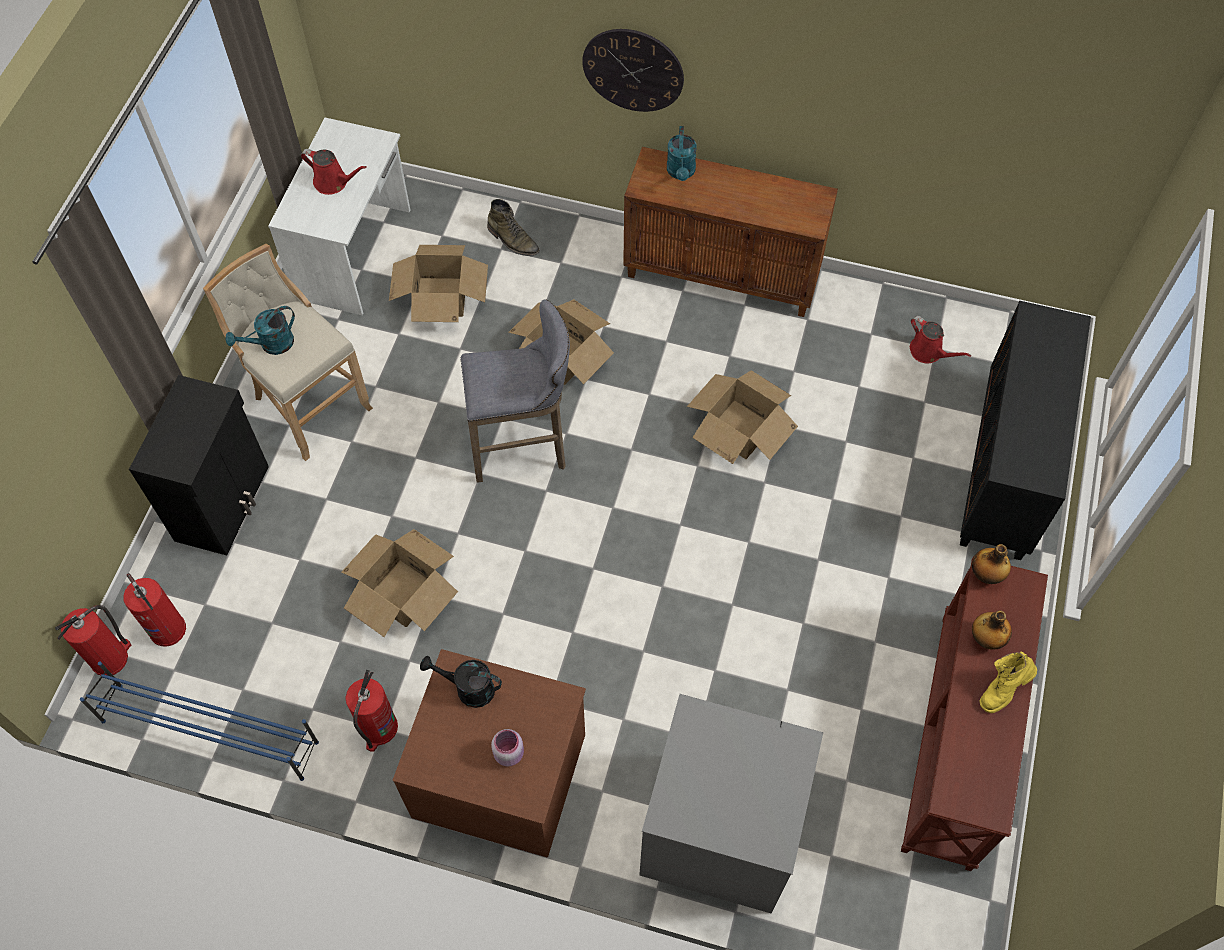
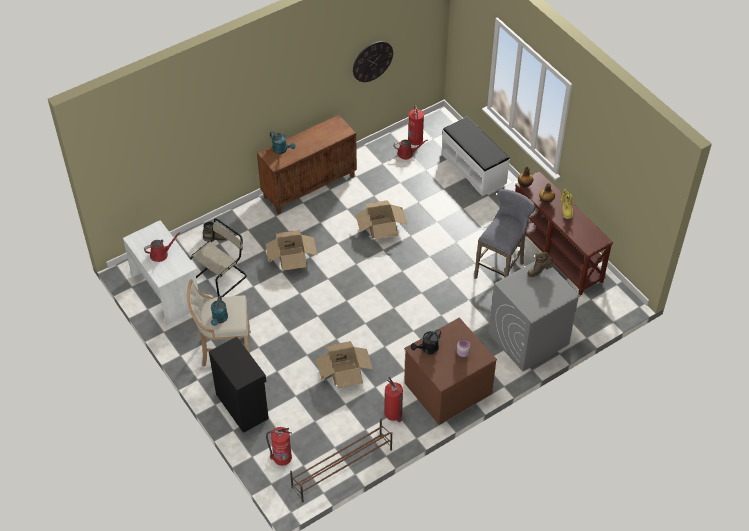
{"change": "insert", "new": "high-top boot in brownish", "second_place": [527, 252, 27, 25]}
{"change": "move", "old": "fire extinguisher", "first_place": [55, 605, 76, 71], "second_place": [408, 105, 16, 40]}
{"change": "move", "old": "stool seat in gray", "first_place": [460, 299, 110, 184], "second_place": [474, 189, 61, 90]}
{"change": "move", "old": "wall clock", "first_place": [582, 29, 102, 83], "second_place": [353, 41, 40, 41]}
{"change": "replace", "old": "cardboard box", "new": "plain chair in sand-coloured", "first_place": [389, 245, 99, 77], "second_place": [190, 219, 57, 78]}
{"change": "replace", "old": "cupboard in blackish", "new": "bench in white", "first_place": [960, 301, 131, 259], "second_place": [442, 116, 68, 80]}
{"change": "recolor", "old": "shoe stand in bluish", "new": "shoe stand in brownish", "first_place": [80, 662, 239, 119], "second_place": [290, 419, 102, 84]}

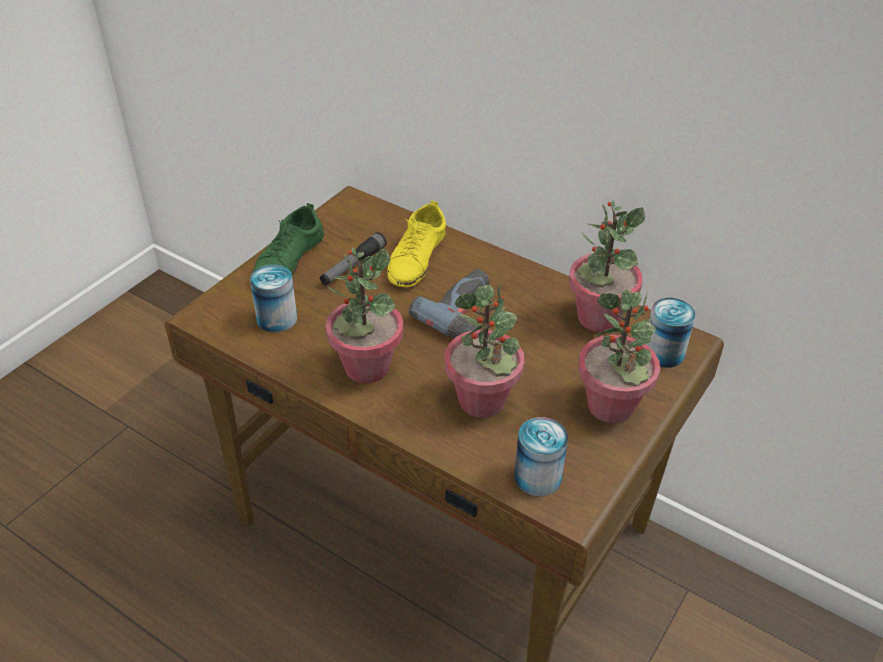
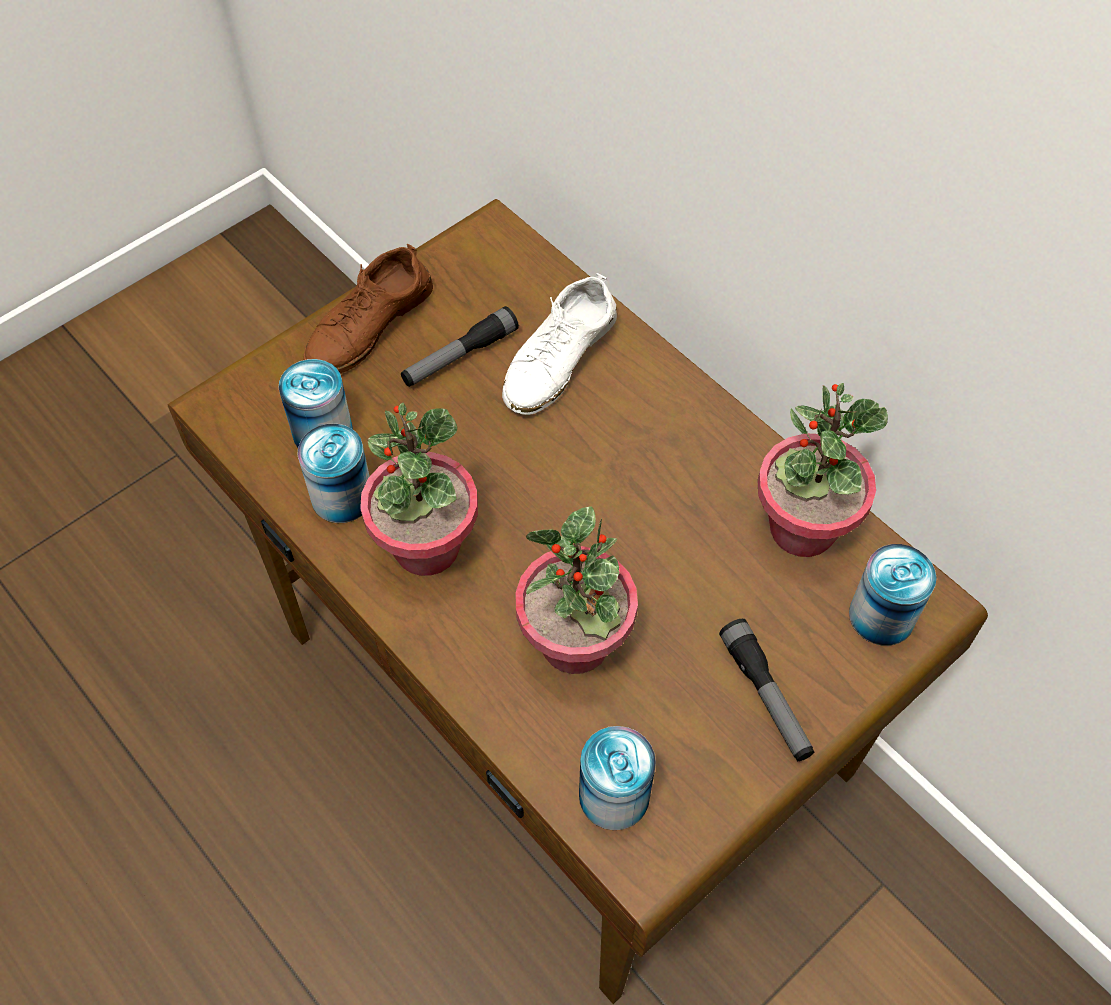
{"change": "delete", "old": "power drill", "first_place": [409, 269, 81, 69]}
{"change": "insert", "new": "sealed can", "second_place": [297, 424, 73, 99]}
{"change": "replace", "old": "plant in a pot", "new": "hand torch", "first_place": [578, 290, 82, 133], "second_place": [719, 619, 96, 142]}
{"change": "recolor", "old": "low shoe in greenish", "new": "low shoe in brownish", "first_place": [253, 203, 71, 73], "second_place": [303, 243, 130, 131]}
{"change": "recolor", "old": "low shoe in yellow-coloured", "new": "low shoe in white", "first_place": [387, 201, 59, 86], "second_place": [502, 273, 115, 142]}

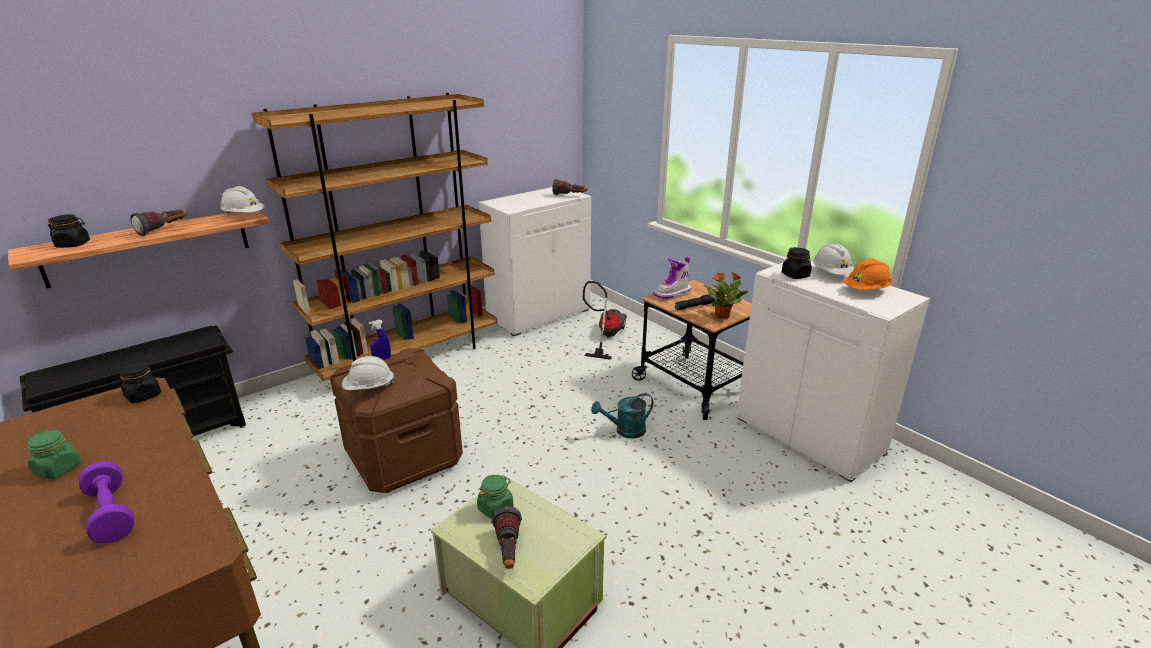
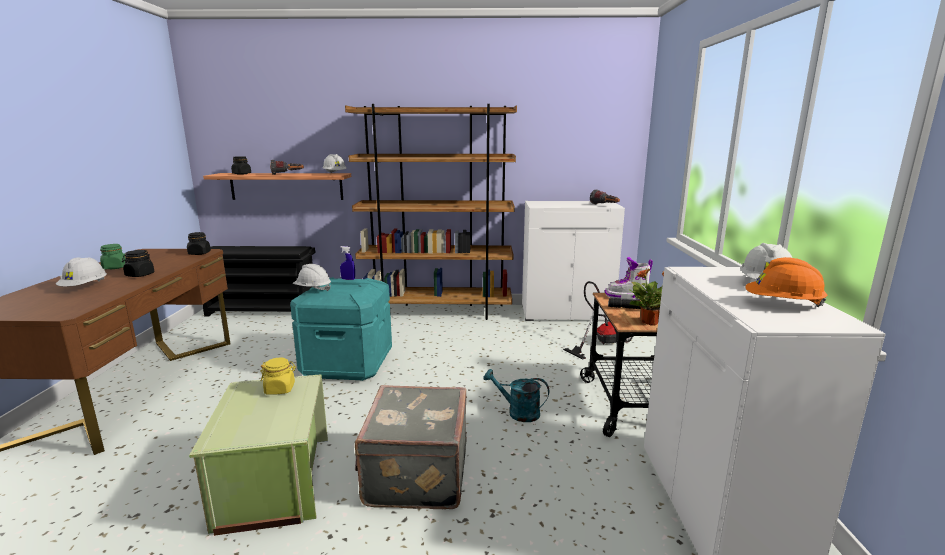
{"change": "delete", "old": "hand torch", "first_place": [491, 506, 31, 63]}
{"change": "insert", "new": "travel case in gray", "second_place": [355, 385, 112, 124]}
{"change": "move", "old": "jar in blackish", "first_place": [782, 247, 30, 32], "second_place": [122, 250, 32, 27]}
{"change": "replace", "old": "free weight in purple-coloured", "new": "safety helmet in white", "first_place": [78, 461, 56, 82], "second_place": [56, 258, 51, 29]}
{"change": "recolor", "old": "storage container in brownish", "new": "storage container in turquoise", "first_place": [330, 348, 133, 145], "second_place": [290, 277, 102, 104]}
{"change": "recolor", "old": "jar in greenish", "new": "jar in yellow-coloured", "first_place": [477, 475, 36, 44], "second_place": [260, 358, 36, 37]}

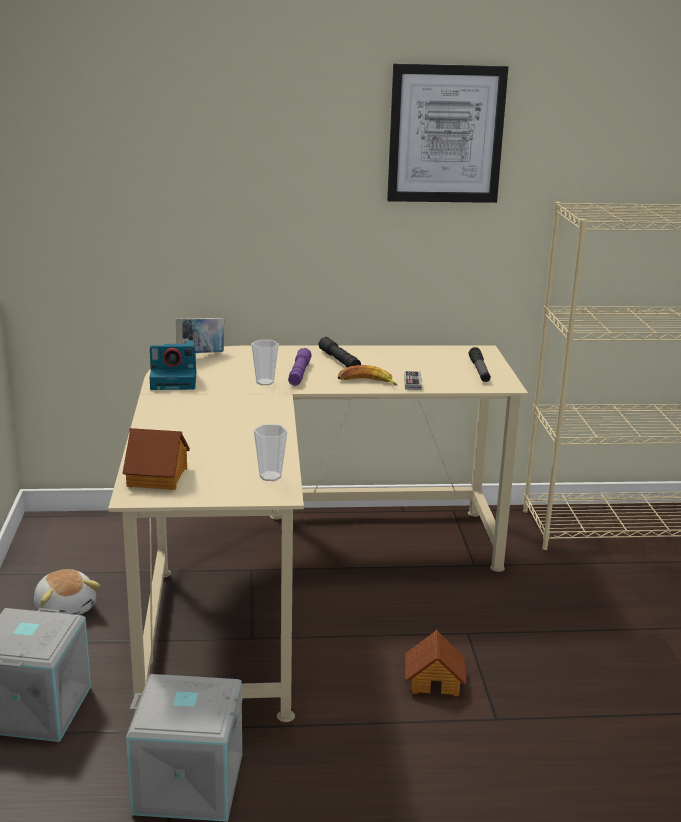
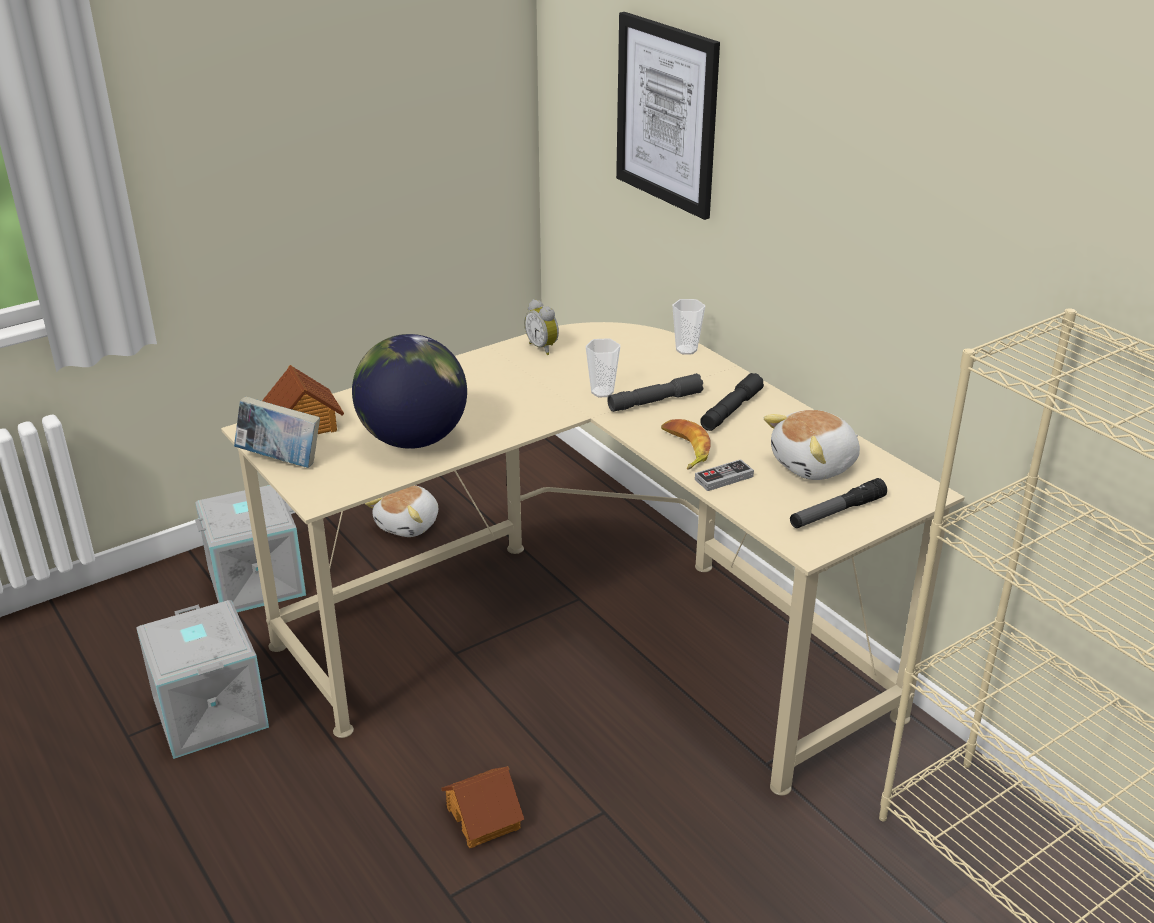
{"change": "insert", "new": "world globe", "second_place": [352, 334, 115, 115]}
{"change": "insert", "new": "cuddly toy", "second_place": [764, 410, 96, 70]}
{"change": "move", "old": "volume", "first_place": [176, 318, 48, 35], "second_place": [234, 396, 86, 72]}
{"change": "move", "old": "cup", "first_place": [254, 424, 34, 57], "second_place": [672, 299, 33, 56]}
{"change": "move", "old": "wall picture", "first_place": [387, 64, 121, 139], "second_place": [616, 12, 104, 208]}
{"change": "replace", "old": "still camera", "new": "alarm clock", "first_place": [149, 340, 47, 50], "second_place": [524, 299, 35, 56]}
{"change": "recolor", "old": "hand torch in purple-coloured", "new": "hand torch in gray", "first_place": [288, 348, 24, 38], "second_place": [608, 373, 95, 39]}

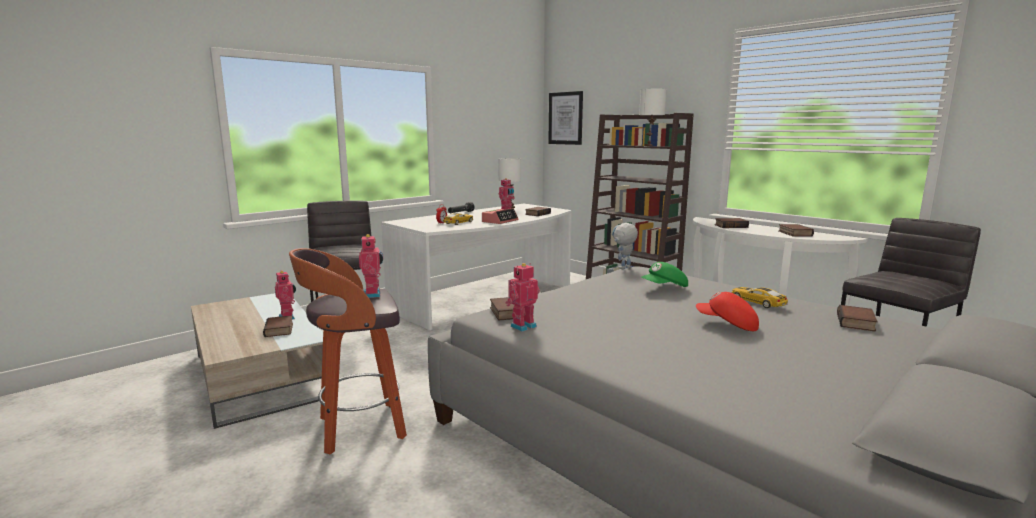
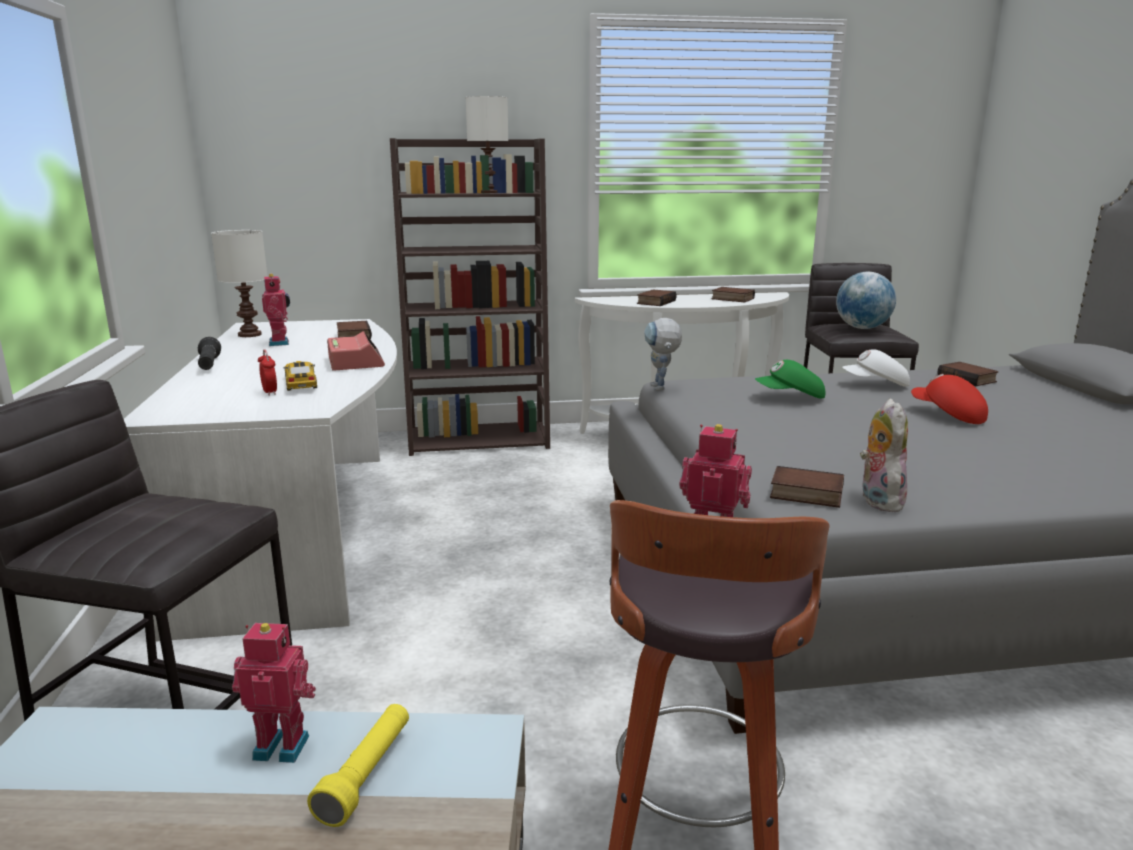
{"change": "delete", "old": "wall picture", "first_place": [548, 91, 35, 54]}
{"change": "insert", "new": "world globe", "second_place": [836, 272, 60, 57]}
{"change": "replace", "old": "volume", "new": "hand torch in yellow-coloured", "first_place": [263, 316, 30, 21], "second_place": [307, 704, 102, 123]}
{"change": "replace", "old": "model robot", "new": "cuddly toy", "first_place": [505, 263, 35, 69], "second_place": [860, 399, 48, 113]}
{"change": "replace", "old": "miniature car", "new": "peaked cap in white", "first_place": [732, 287, 56, 21], "second_place": [843, 349, 67, 38]}
{"change": "rotate", "old": "peaked cap in greenish", "first_place": [642, 262, 46, 25], "second_place": [755, 360, 70, 39], "degrees": 75}
{"change": "rotate", "old": "peaked cap in red-coloured", "first_place": [696, 292, 63, 39], "second_place": [911, 374, 77, 50], "degrees": 75}

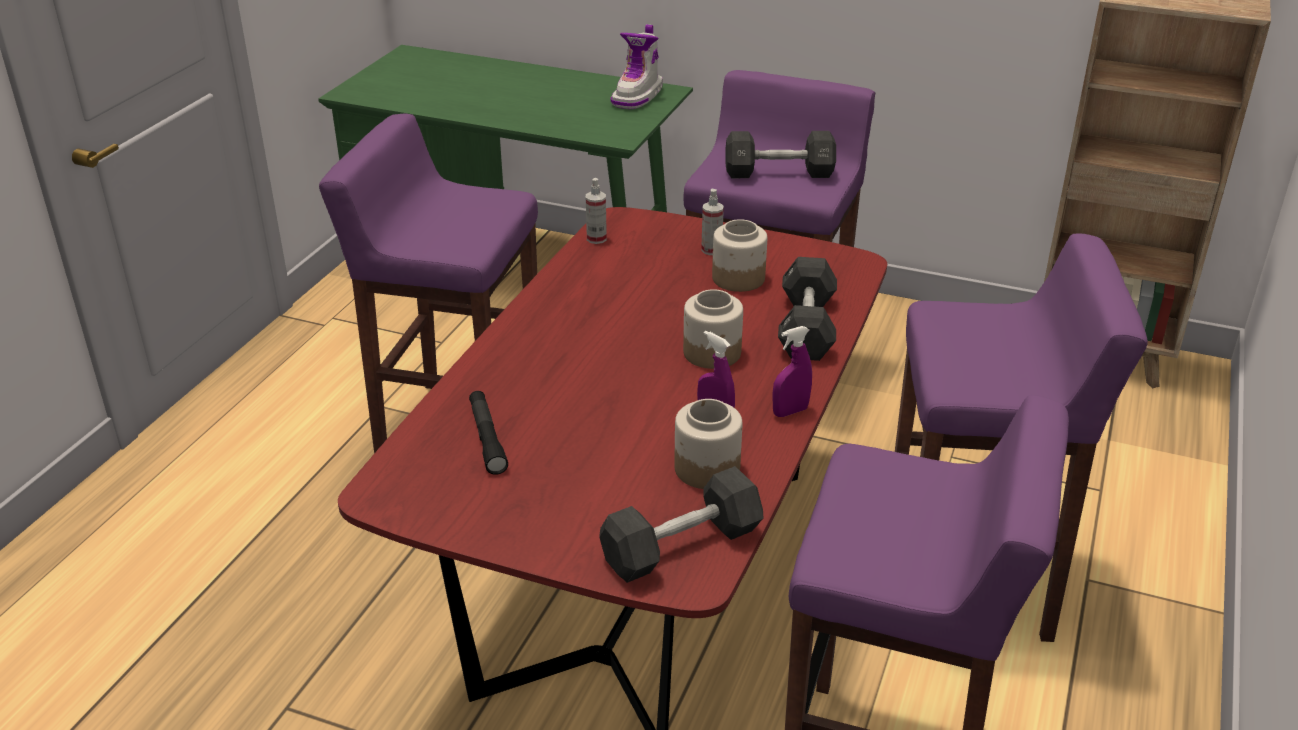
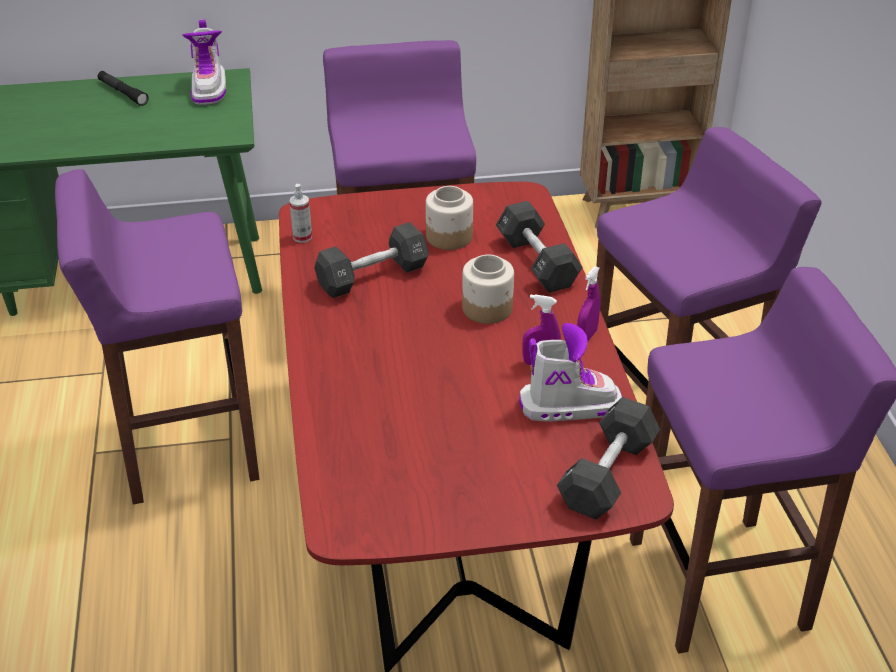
{"change": "delete", "old": "sprayer", "first_place": [701, 189, 23, 66]}
{"change": "move", "old": "hand torch in blackish", "first_place": [469, 391, 39, 84], "second_place": [98, 71, 51, 35]}
{"change": "move", "old": "free weight in blackish", "first_place": [726, 131, 110, 47], "second_place": [314, 222, 115, 76]}
{"change": "replace", "old": "jar", "new": "high-top boot", "first_place": [674, 399, 68, 90], "second_place": [519, 323, 103, 99]}

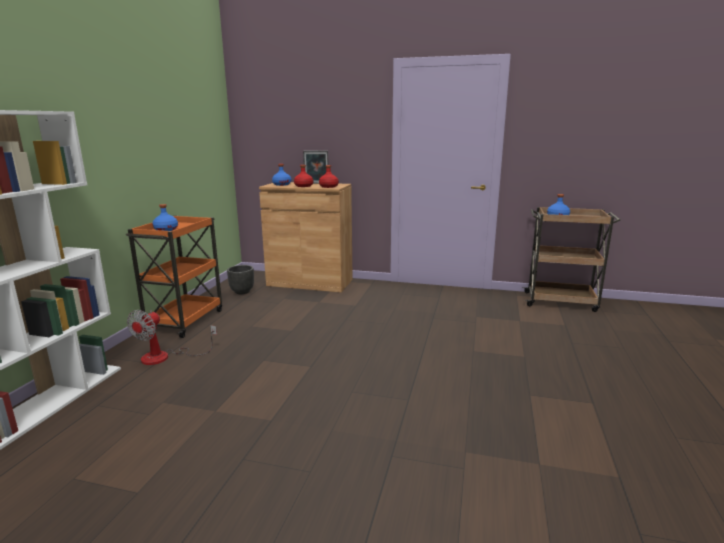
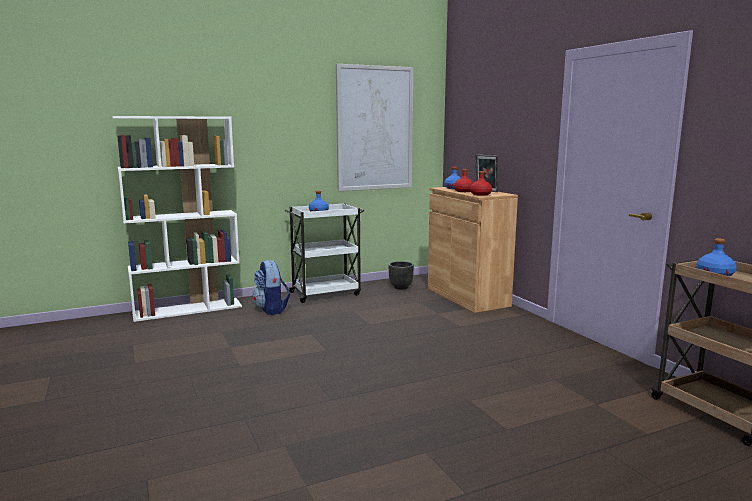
{"change": "insert", "new": "wall picture", "second_place": [336, 64, 78, 127]}
{"change": "replace", "old": "cooling fan", "new": "knapsack", "first_place": [127, 310, 90, 55], "second_place": [253, 260, 37, 55]}
{"change": "recolor", "old": "cart in orange-coloured", "new": "cart in white", "first_place": [126, 215, 96, 123], "second_place": [285, 203, 80, 100]}

